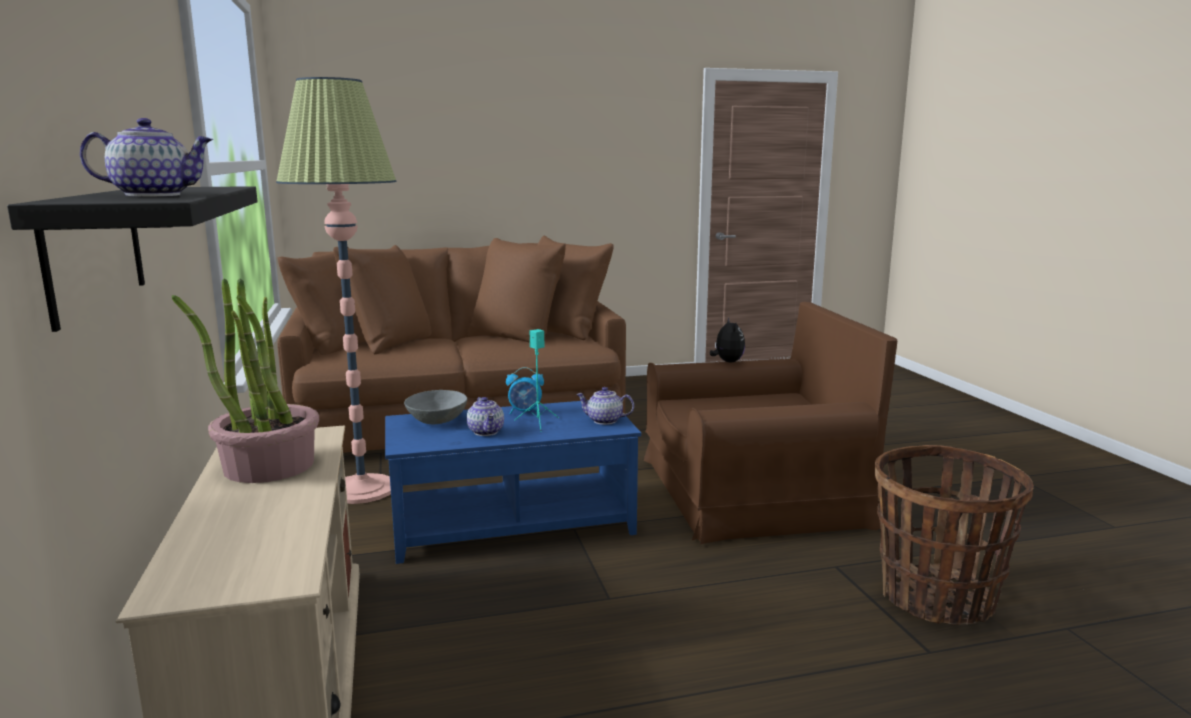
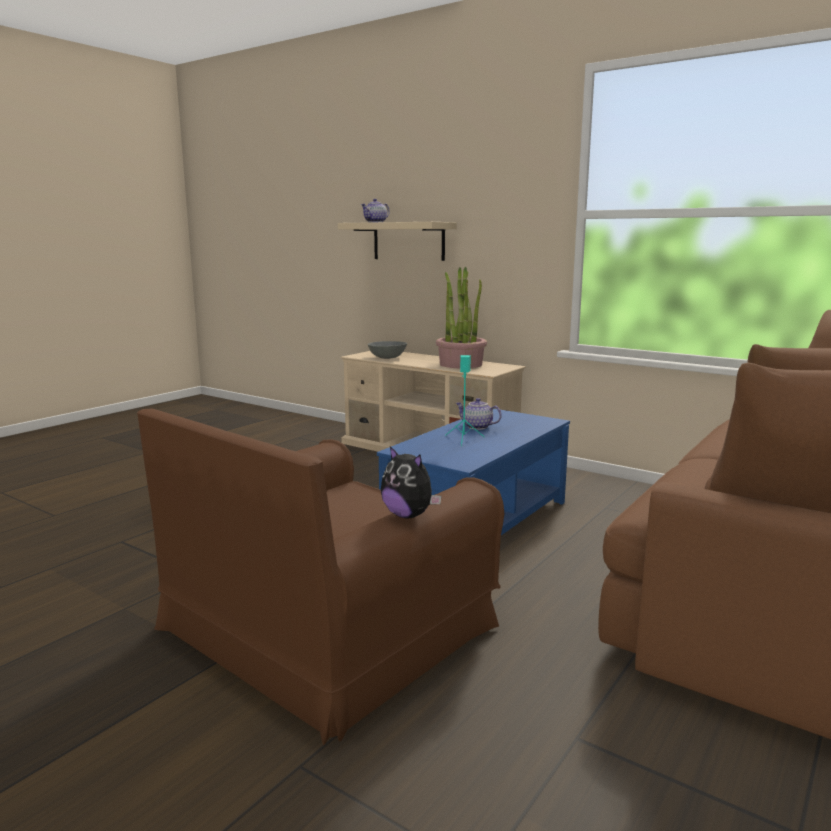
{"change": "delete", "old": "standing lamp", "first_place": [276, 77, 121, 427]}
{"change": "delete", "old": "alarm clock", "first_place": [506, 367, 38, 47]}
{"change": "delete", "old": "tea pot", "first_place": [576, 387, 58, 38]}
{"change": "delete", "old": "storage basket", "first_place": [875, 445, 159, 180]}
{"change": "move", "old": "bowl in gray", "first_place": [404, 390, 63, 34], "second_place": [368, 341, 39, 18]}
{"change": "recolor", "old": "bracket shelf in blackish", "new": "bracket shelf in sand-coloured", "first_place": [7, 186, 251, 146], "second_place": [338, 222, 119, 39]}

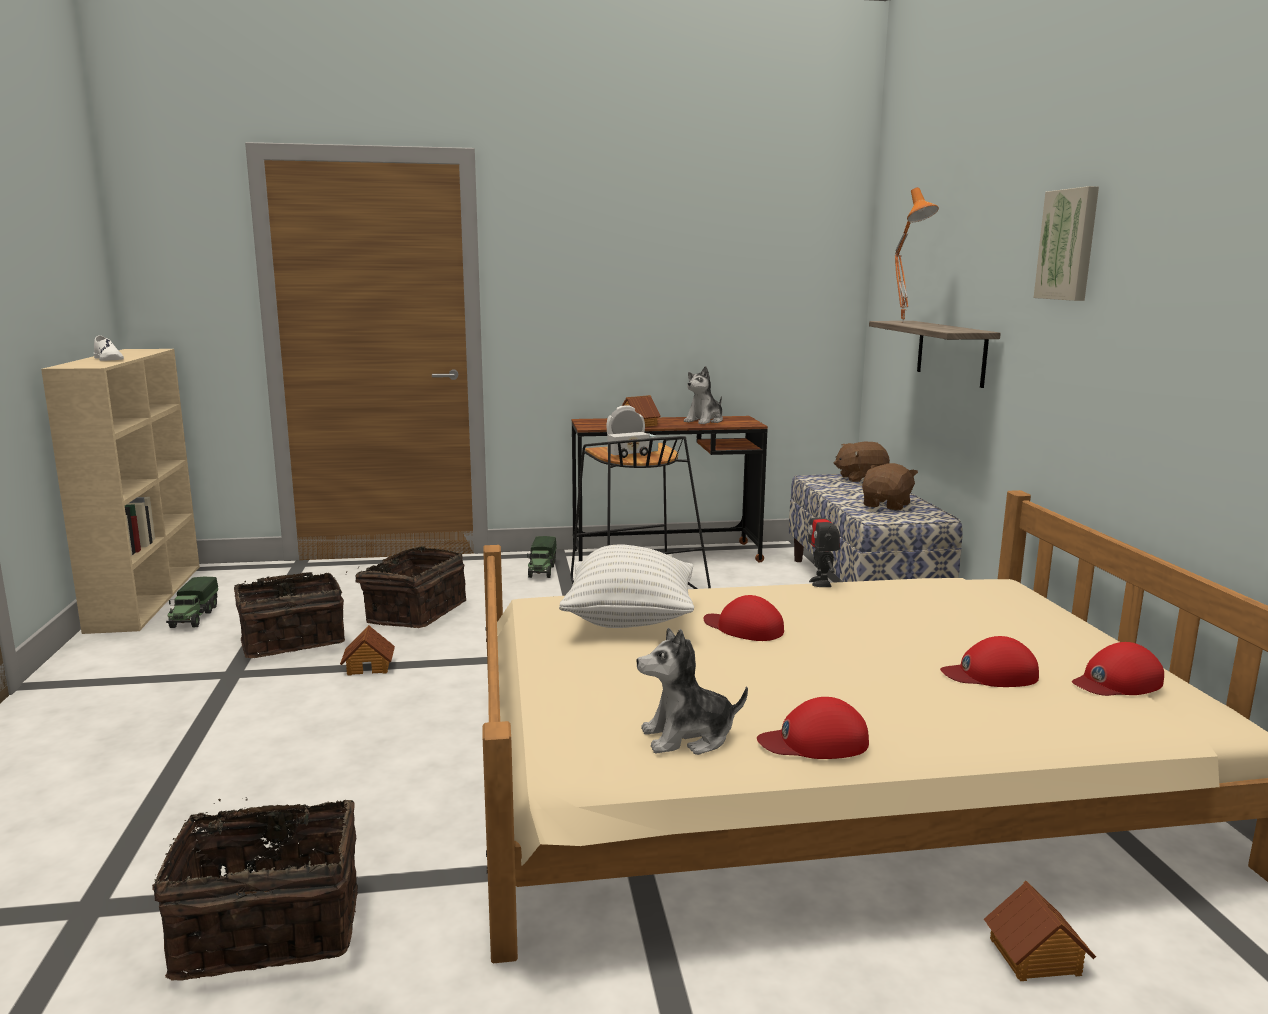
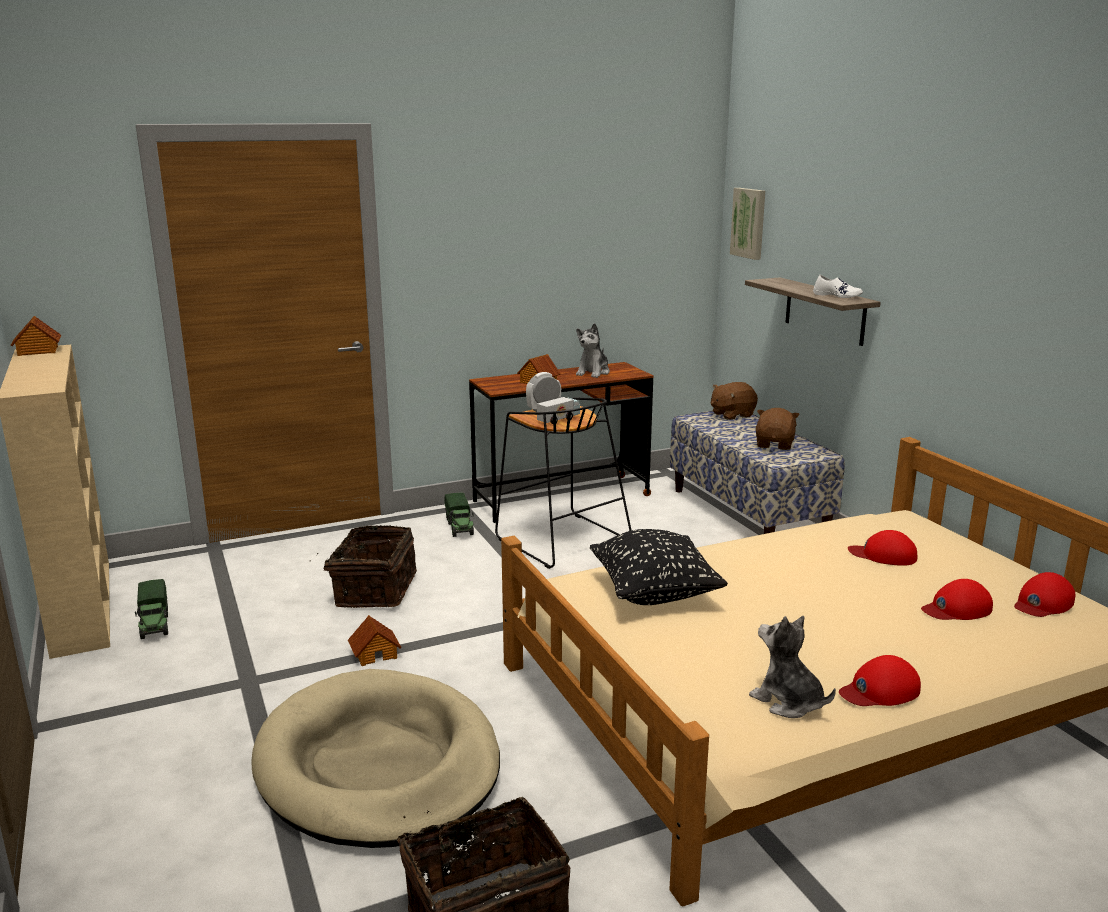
{"change": "delete", "old": "storage basket", "first_place": [234, 572, 111, 86]}
{"change": "delete", "old": "model robot", "first_place": [808, 501, 32, 86]}
{"change": "delete", "old": "lamp for a table in orange-coloured", "first_place": [895, 187, 44, 136]}
{"change": "insert", "new": "dog cushion in sand-coloured", "second_place": [251, 669, 249, 179]}
{"change": "move", "old": "low shoe in white", "first_place": [94, 335, 30, 26], "second_place": [813, 274, 50, 24]}
{"change": "move", "old": "peaked cap in red-coloured", "first_place": [704, 595, 80, 46], "second_place": [848, 530, 69, 36]}
{"change": "move", "old": "model house", "first_place": [984, 881, 112, 100], "second_place": [11, 316, 50, 40]}
{"change": "move", "old": "wall picture", "first_place": [1034, 186, 65, 115], "second_place": [730, 188, 35, 72]}
{"change": "recolor", "old": "cushion in white", "new": "cushion in blackish", "first_place": [559, 545, 135, 83], "second_place": [590, 529, 138, 76]}
{"change": "rotate", "old": "cuddly toy", "first_place": [636, 628, 112, 127], "second_place": [749, 616, 87, 102], "degrees": 75}

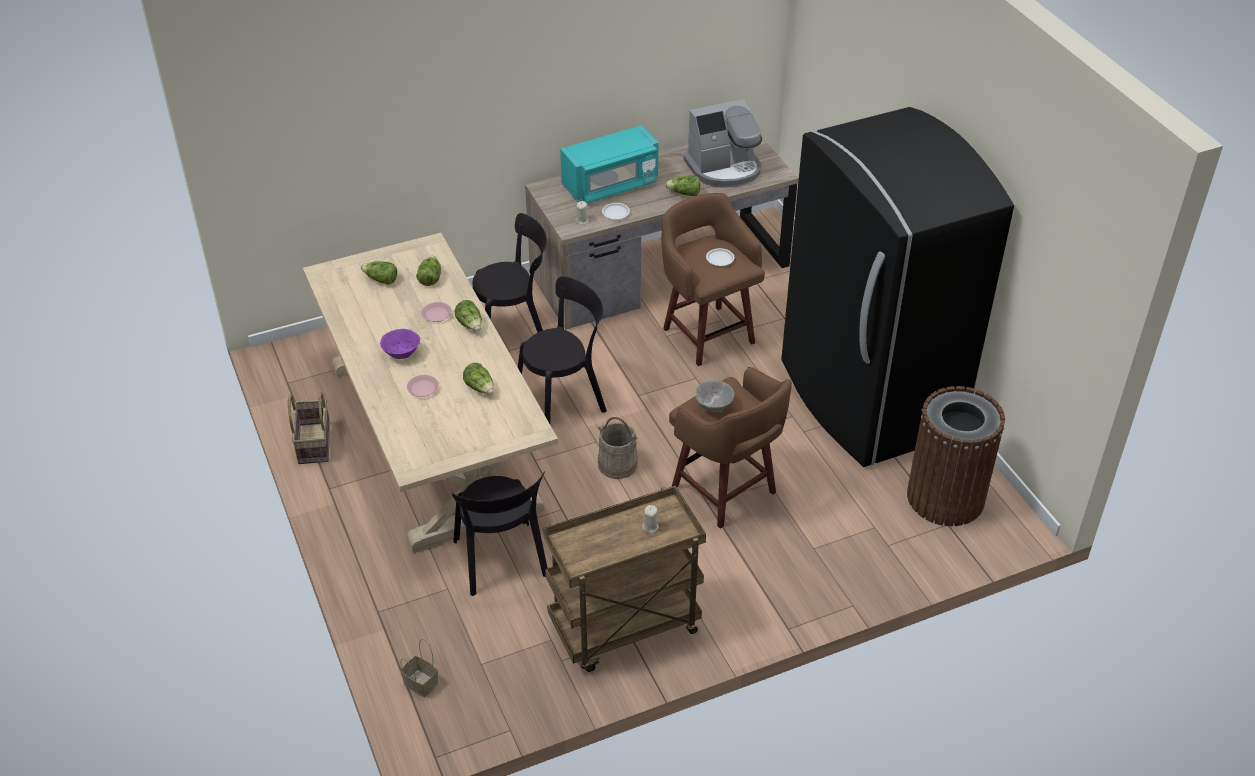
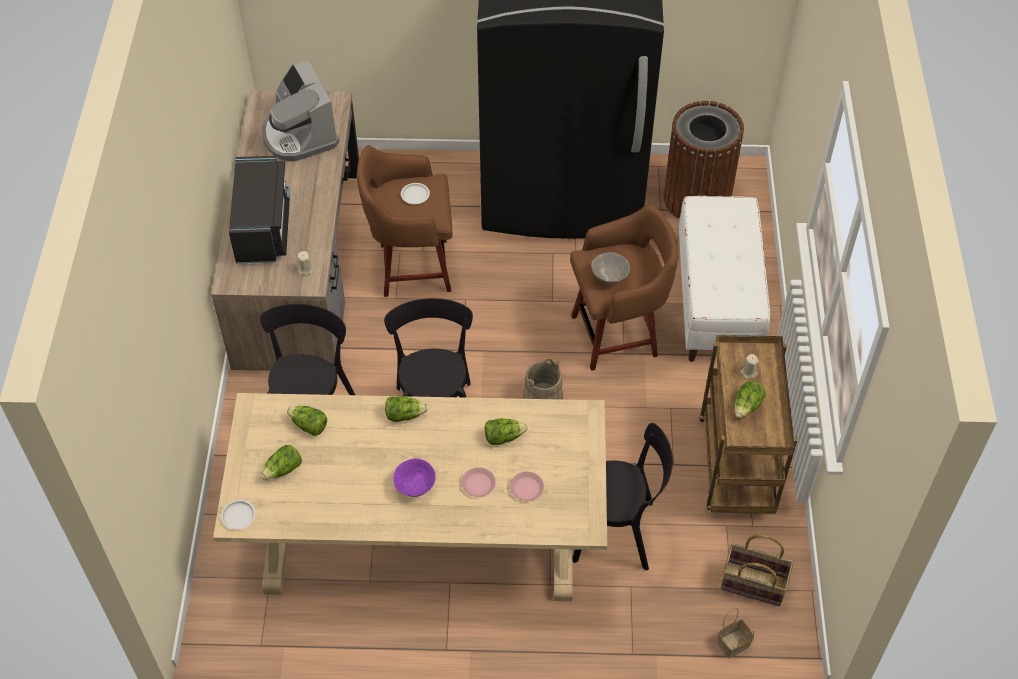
{"change": "insert", "new": "bench in white", "second_place": [679, 196, 91, 166]}
{"change": "move", "old": "storage basket", "first_place": [288, 392, 42, 72], "second_place": [721, 535, 73, 71]}
{"change": "move", "old": "flat dish in pink-coloured", "first_place": [422, 302, 30, 20], "second_place": [510, 472, 34, 29]}
{"change": "move", "old": "flat dish in white", "first_place": [602, 203, 28, 16], "second_place": [221, 500, 35, 30]}
{"change": "move", "old": "head of lettuce", "first_place": [665, 175, 35, 21], "second_place": [734, 381, 32, 37]}
{"change": "recolor", "old": "kitchen microwave in turquoise", "new": "kitchen microwave in blackish", "first_place": [560, 125, 99, 78], "second_place": [229, 156, 61, 108]}
{"change": "rotate", "old": "coffee brewer", "first_place": [683, 99, 79, 88], "second_place": [262, 61, 77, 100], "degrees": 150}

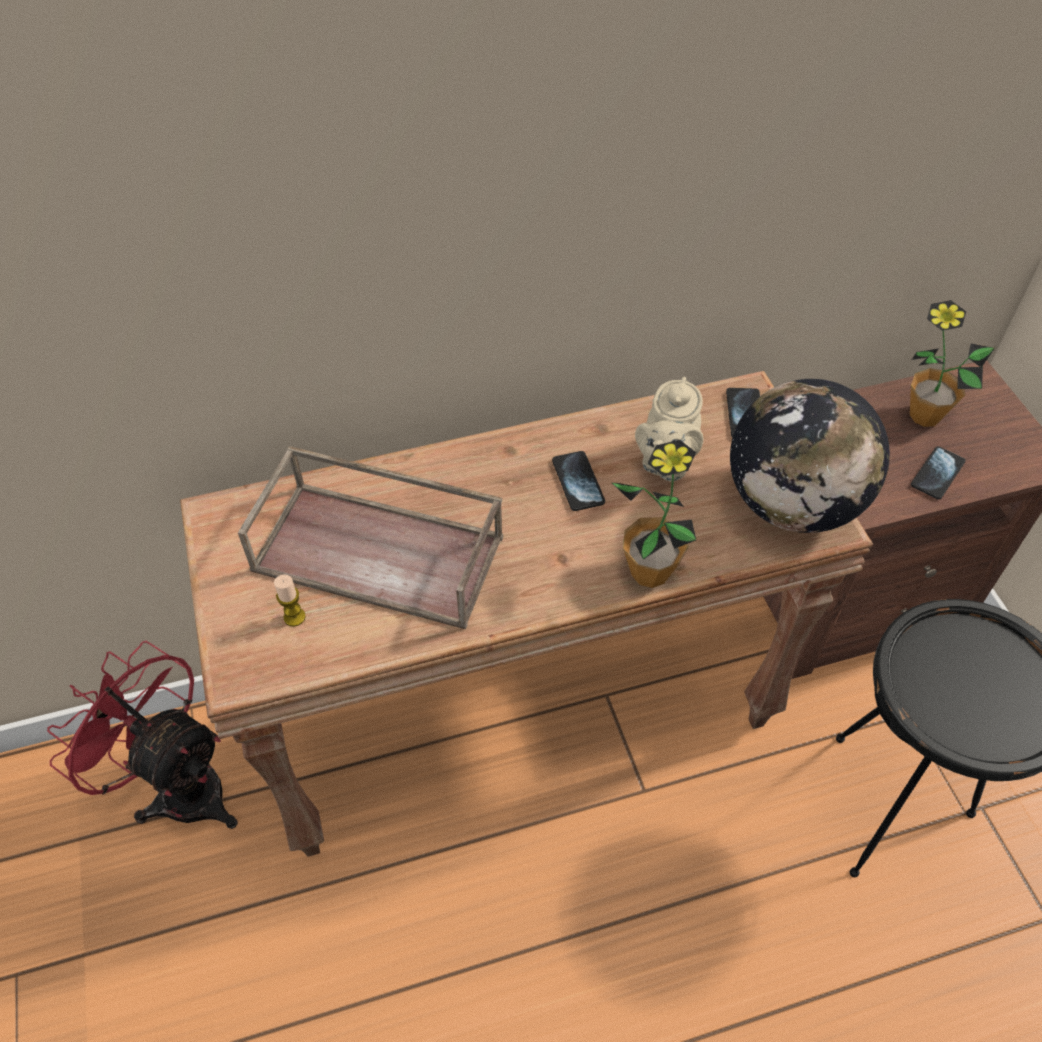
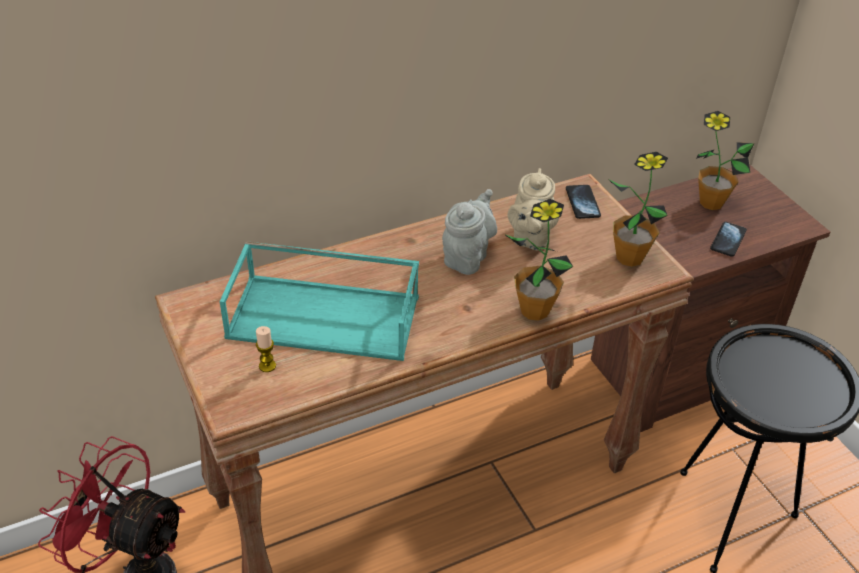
{"change": "replace", "old": "handset", "new": "tea pot in gray", "first_place": [552, 451, 53, 60], "second_place": [442, 189, 55, 86]}
{"change": "replace", "old": "world globe", "new": "plant in a pot", "first_place": [730, 379, 160, 154], "second_place": [609, 152, 59, 115]}
{"change": "recolor", "old": "carrying tray in brownish", "new": "carrying tray in turquoise", "first_place": [238, 446, 265, 183], "second_place": [219, 241, 200, 120]}

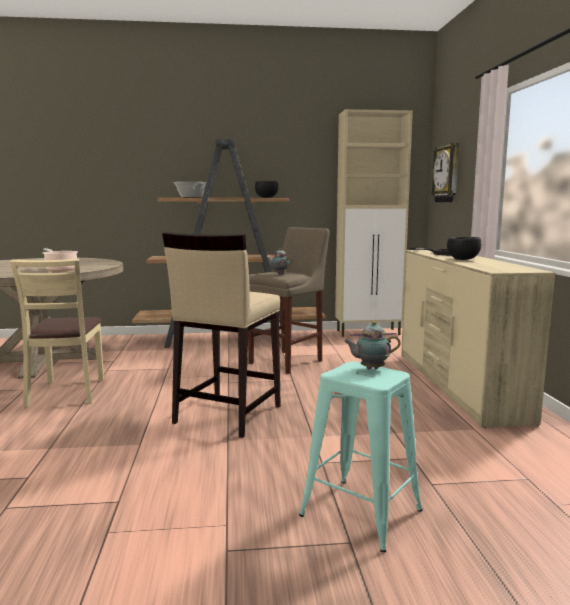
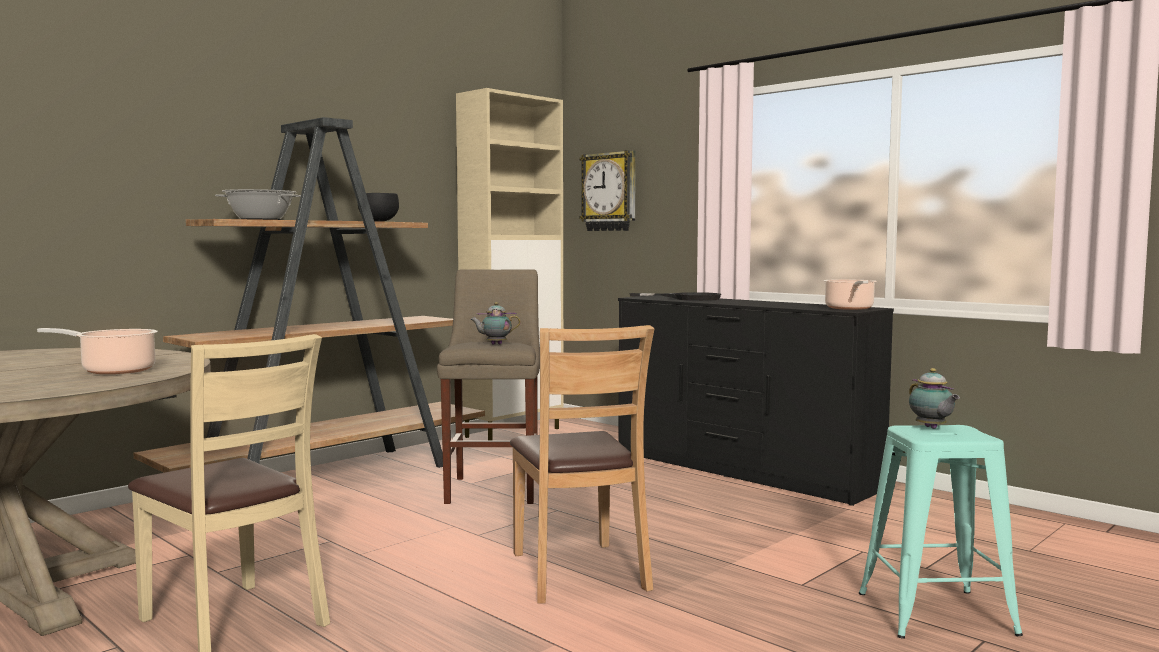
{"change": "delete", "old": "bowl in blackish", "first_place": [447, 237, 34, 23]}
{"change": "insert", "new": "saucepot", "second_place": [823, 279, 54, 31]}
{"change": "replace", "old": "stool seat in sand-coloured", "new": "plain chair in brownish", "first_place": [162, 232, 119, 206], "second_place": [510, 325, 145, 279]}
{"change": "recolor", "old": "chest of drawers in sand-coloured", "new": "chest of drawers in blackish", "first_place": [401, 250, 154, 178], "second_place": [618, 295, 276, 211]}
{"change": "rotate", "old": "tea pot", "first_place": [343, 321, 58, 48], "second_place": [909, 368, 51, 61], "degrees": -60}

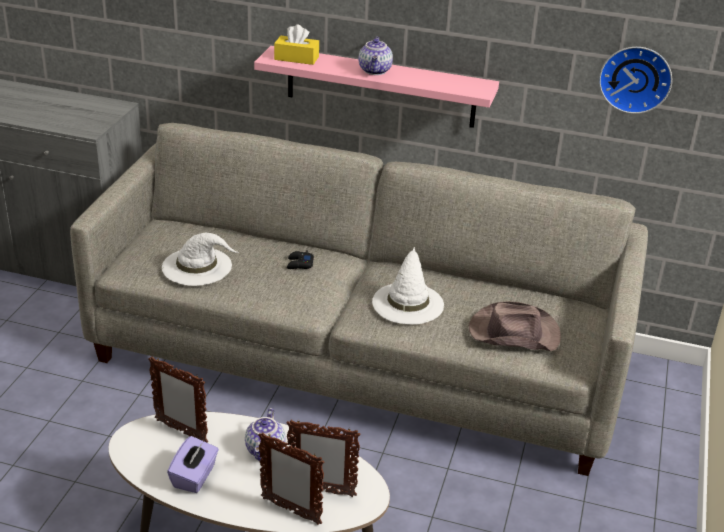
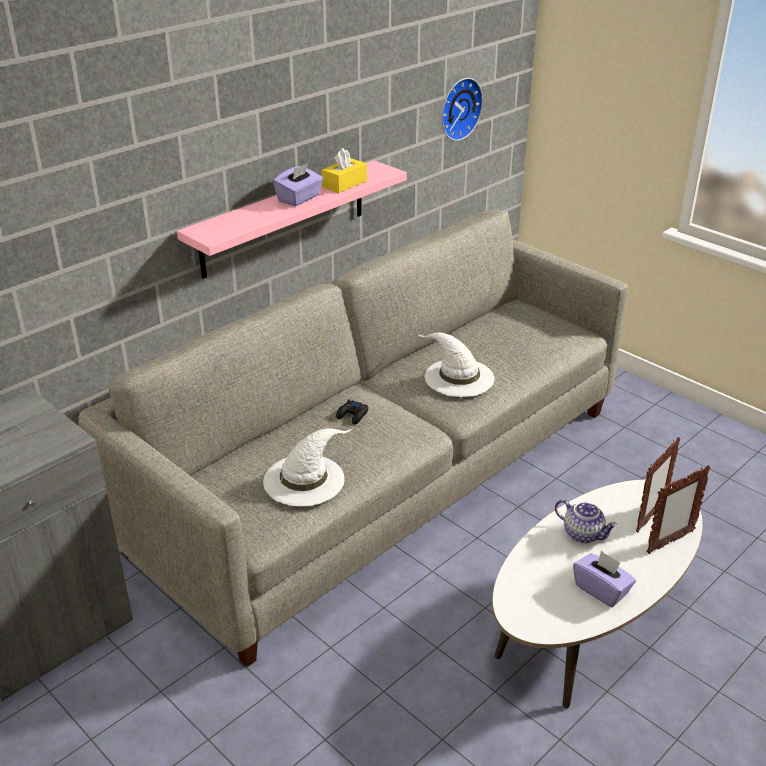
{"change": "delete", "old": "standing frame", "first_place": [148, 357, 60, 86]}
{"change": "delete", "old": "hat in brownish", "first_place": [469, 302, 92, 49]}
{"change": "move", "old": "tissue box in yellow-coloured", "first_place": [274, 24, 45, 41], "second_place": [321, 148, 46, 45]}
{"change": "replace", "old": "tea pot", "new": "tissue box in purple-coloured", "first_place": [359, 37, 34, 38], "second_place": [273, 163, 50, 43]}

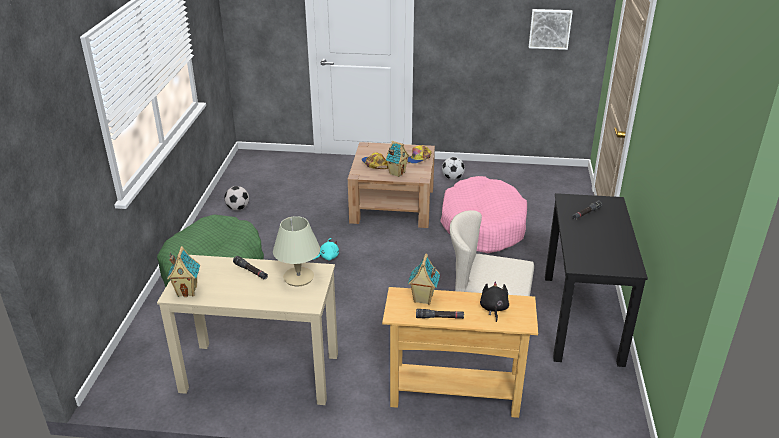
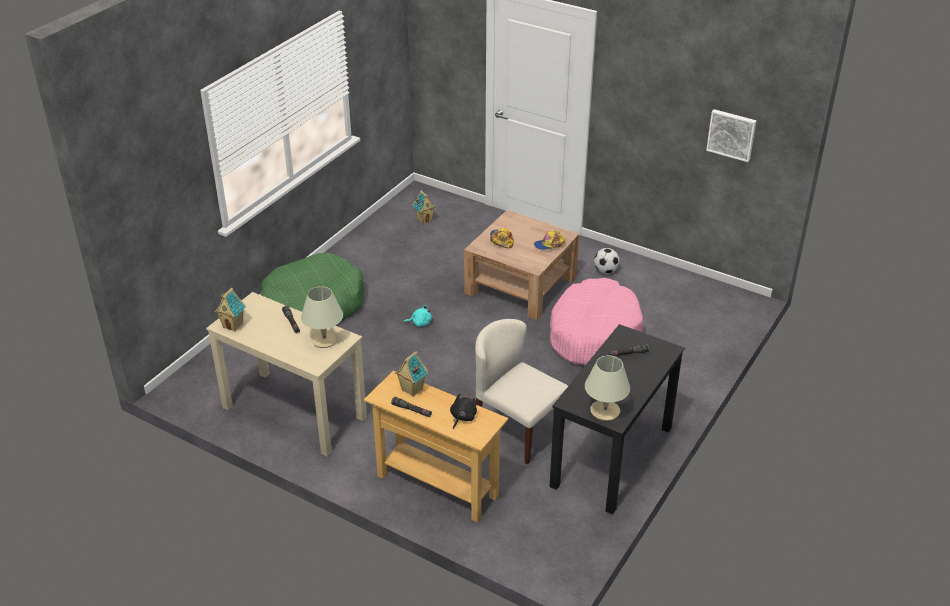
{"change": "delete", "old": "ball for football", "first_place": [224, 186, 25, 24]}
{"change": "insert", "new": "lamp for a table in sand-coloured", "second_place": [585, 355, 45, 66]}
{"change": "move", "old": "model house", "first_place": [385, 141, 25, 36], "second_place": [412, 190, 24, 34]}

